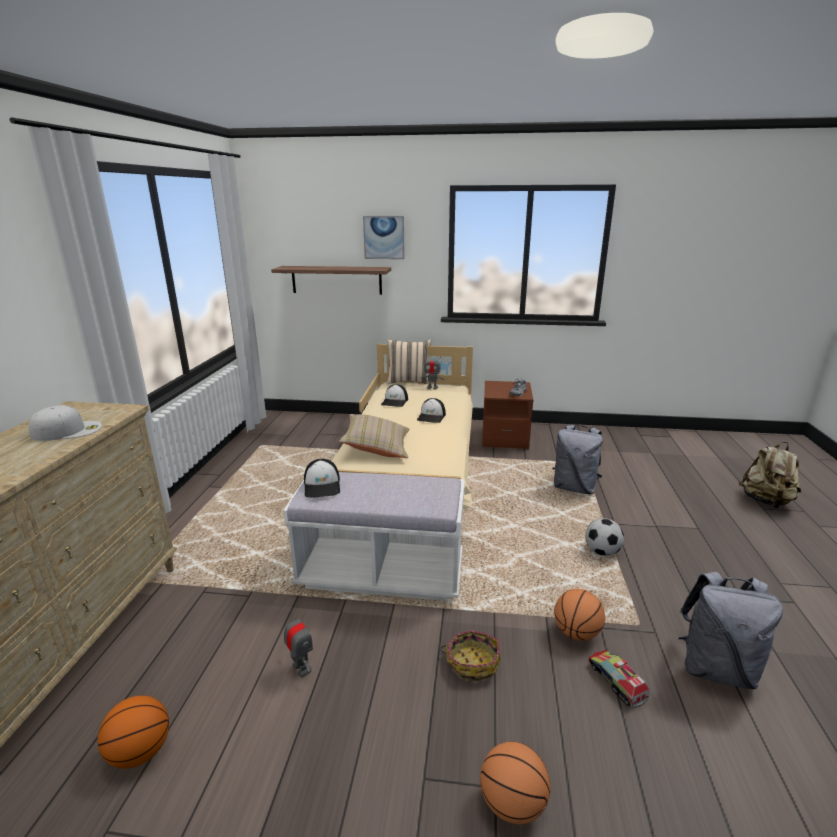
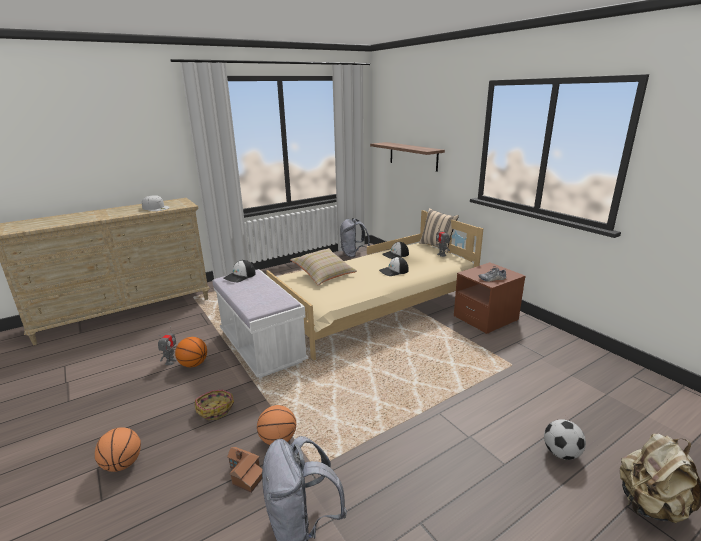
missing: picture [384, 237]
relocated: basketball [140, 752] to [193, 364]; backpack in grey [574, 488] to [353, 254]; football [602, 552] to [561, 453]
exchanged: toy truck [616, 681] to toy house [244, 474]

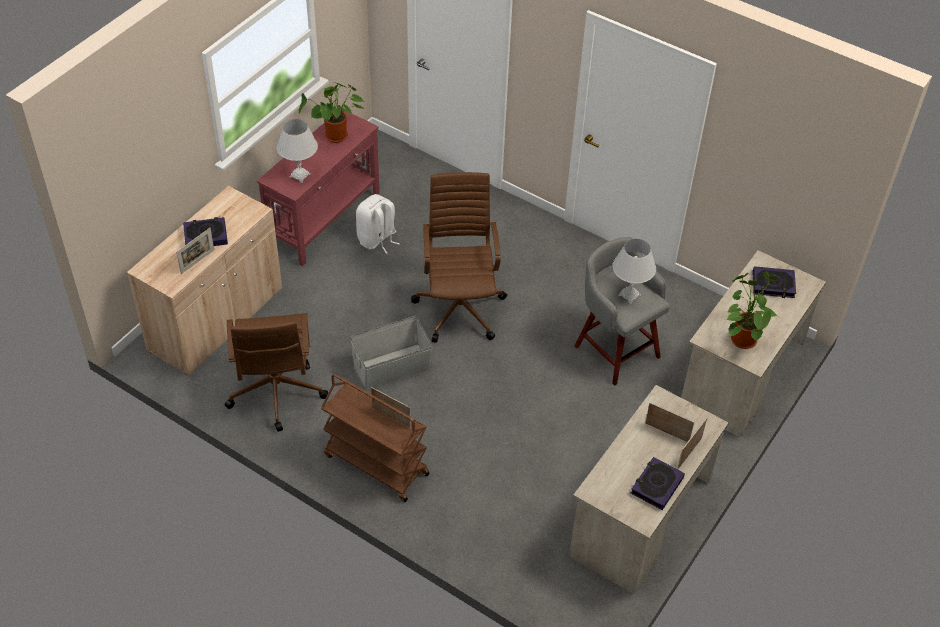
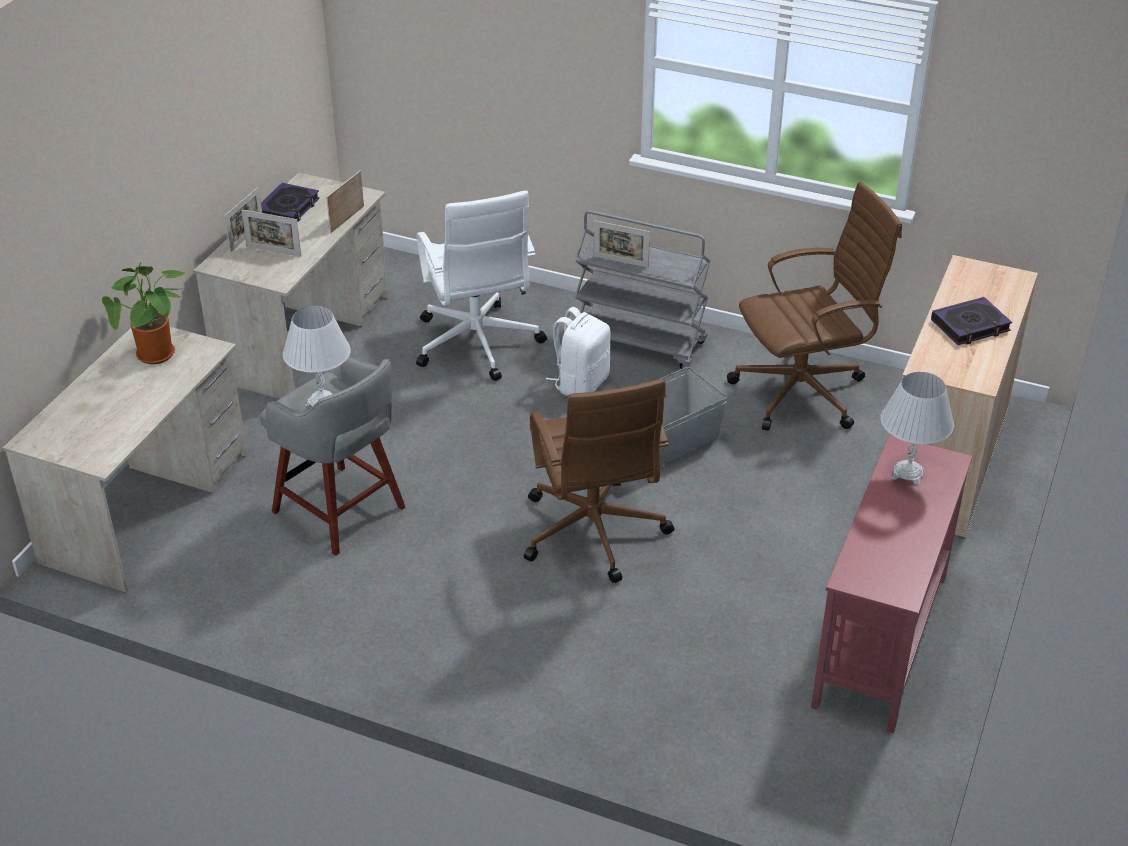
missing: potted plant [335, 138]; book [773, 285]
appeared: office chair in white [477, 345]
relocated: picture frame [197, 261] to [347, 219]; backpack in white [377, 239] to [580, 383]
colour: cart in brown [375, 464] to cart in grey [640, 342]
spun: office chair in brown [276, 393] = [804, 392] 90 degrees clockwise

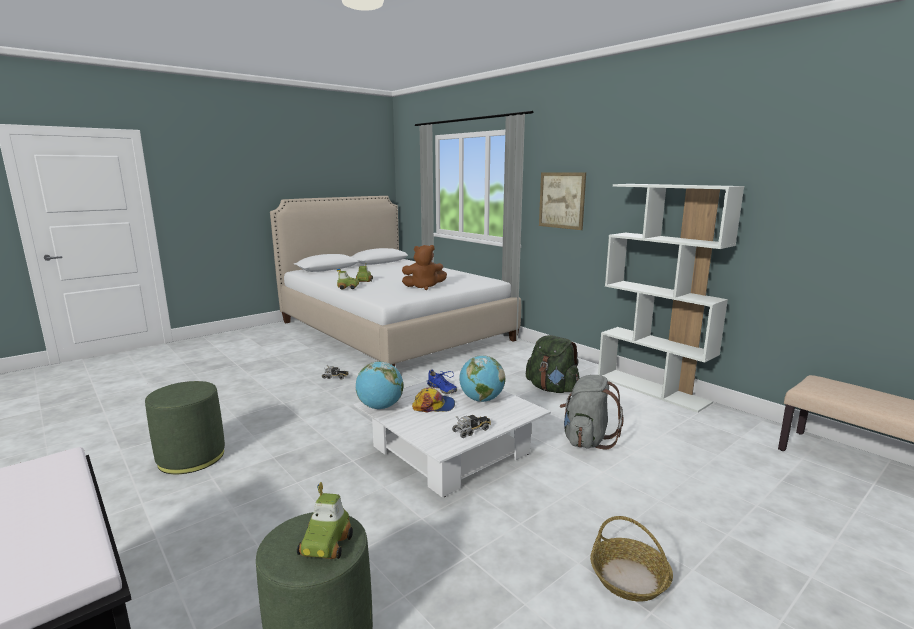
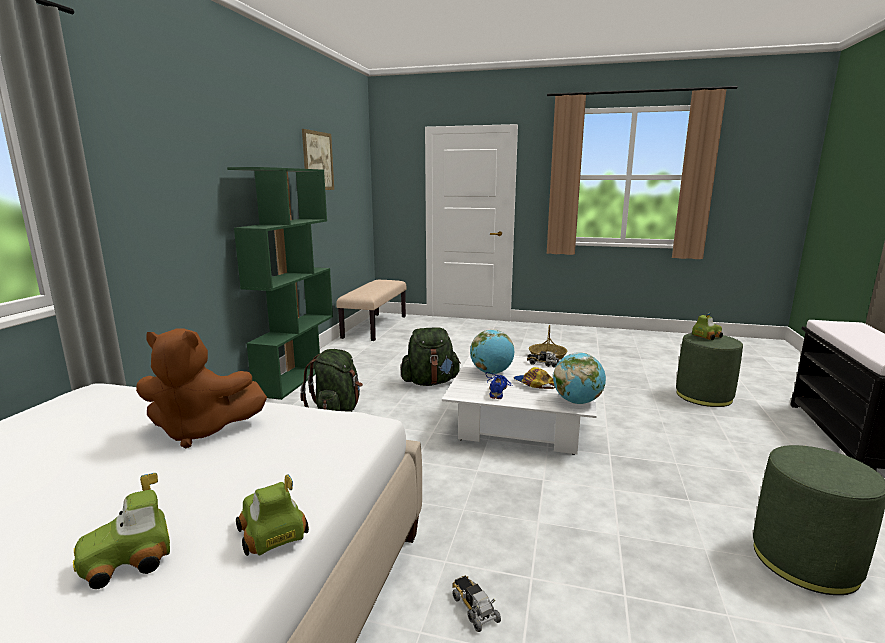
relocated: picture [562, 200] to [318, 161]
colour: bookcase in white [652, 389] to bookcase in green [297, 376]; backpack in grey [586, 440] to backpack in green [430, 382]
spun: plush toy in brown [424, 287] = [201, 431] 135 degrees clockwise

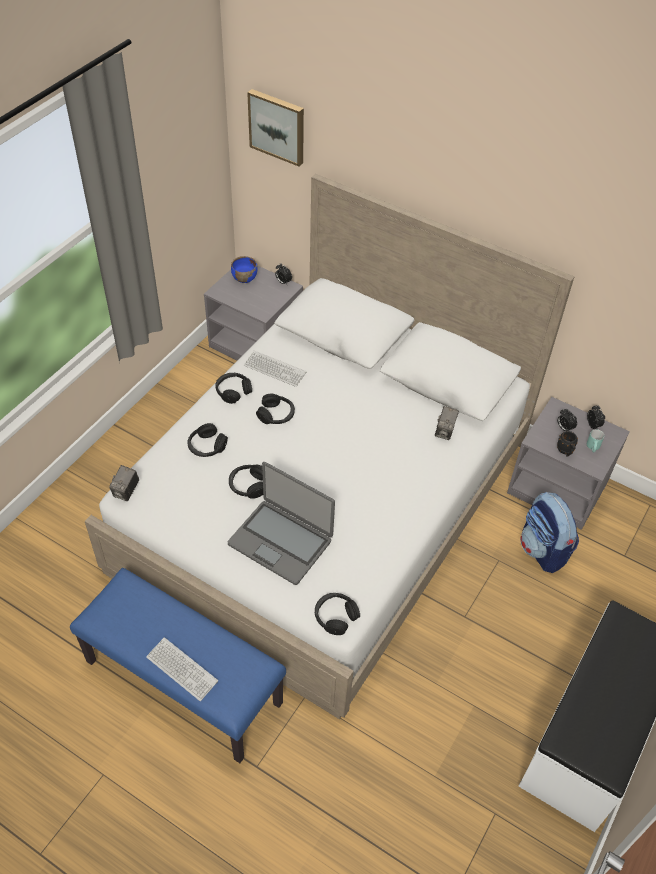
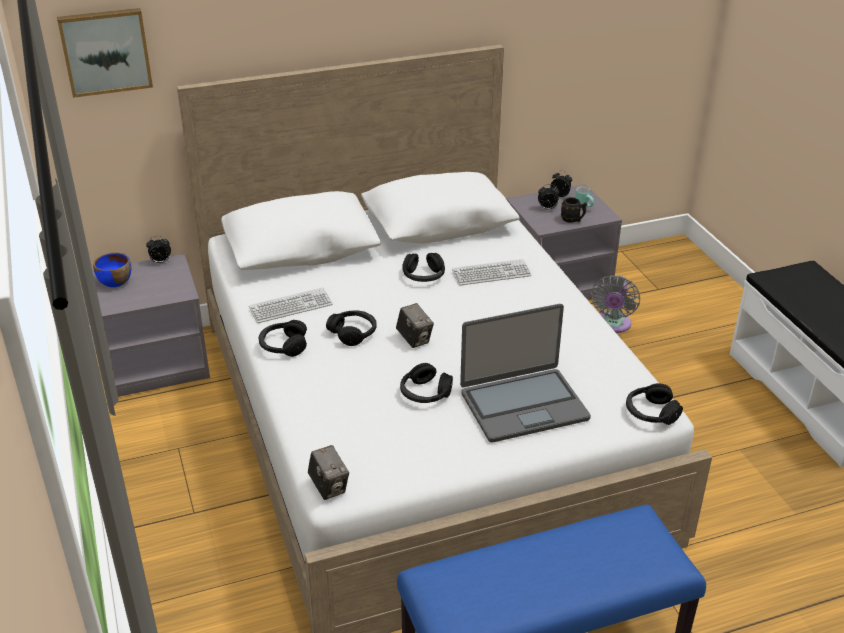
relocated: photo camera [445, 431] to [414, 339]; headphones in black [206, 446] to [423, 276]; keyboard [182, 669] to [491, 273]
exchanged: backpack [543, 550] to fan in grey [612, 325]

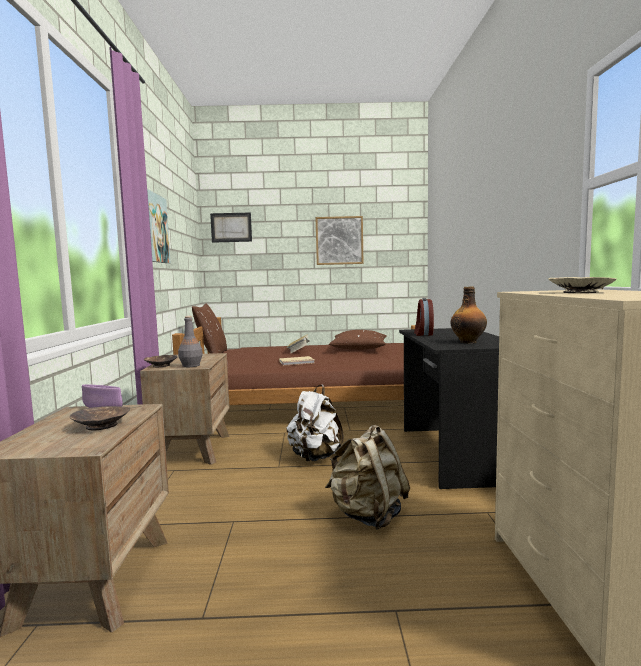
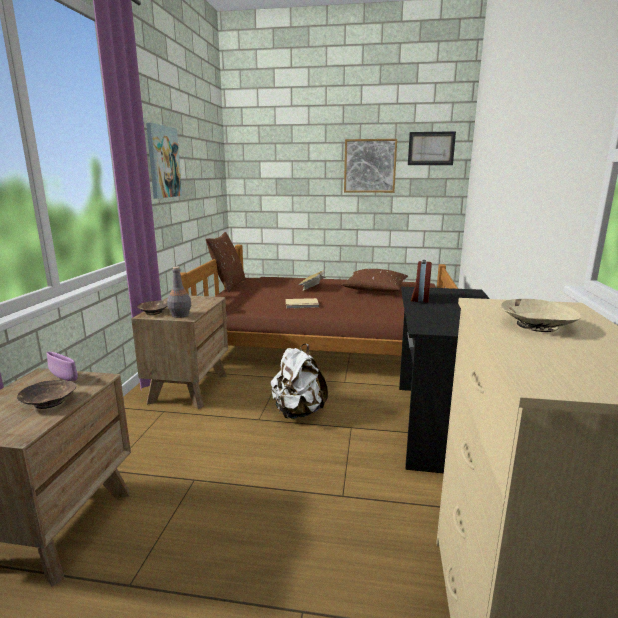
missing: backpack in beige [368, 515]; bottle [468, 342]
relocated: picture [231, 227] to [431, 148]

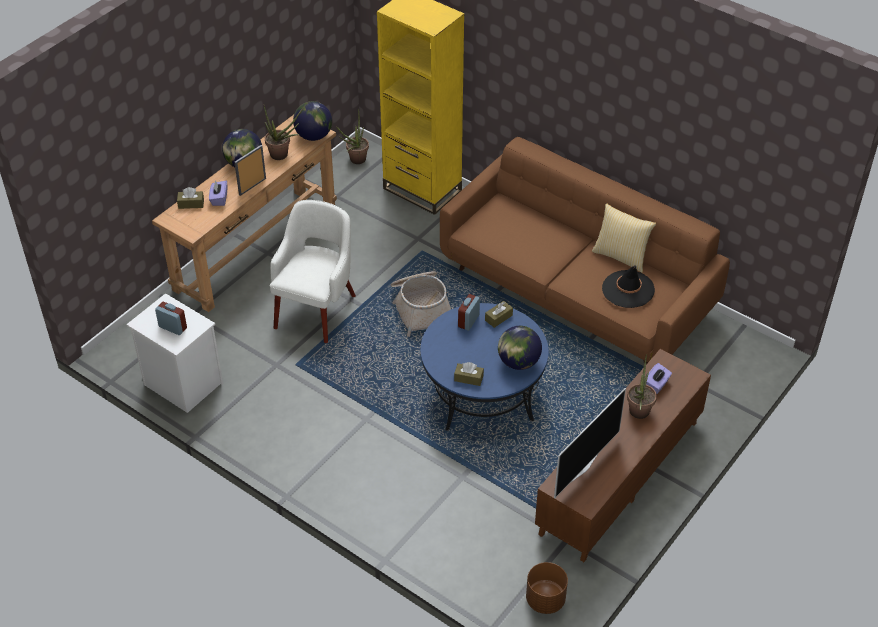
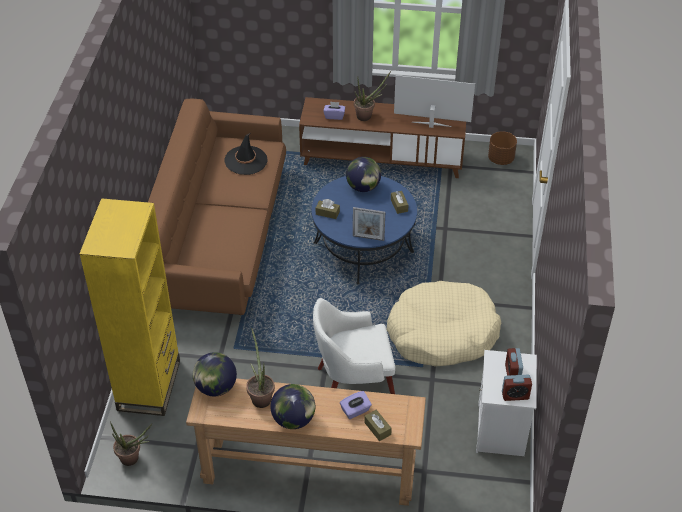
missing: basket [421, 307]; pillow [621, 256]
appeared: dog bed in beige [442, 333]
relocated: picture frame [252, 186] to [368, 238]; alarm clock [468, 321] to [515, 395]

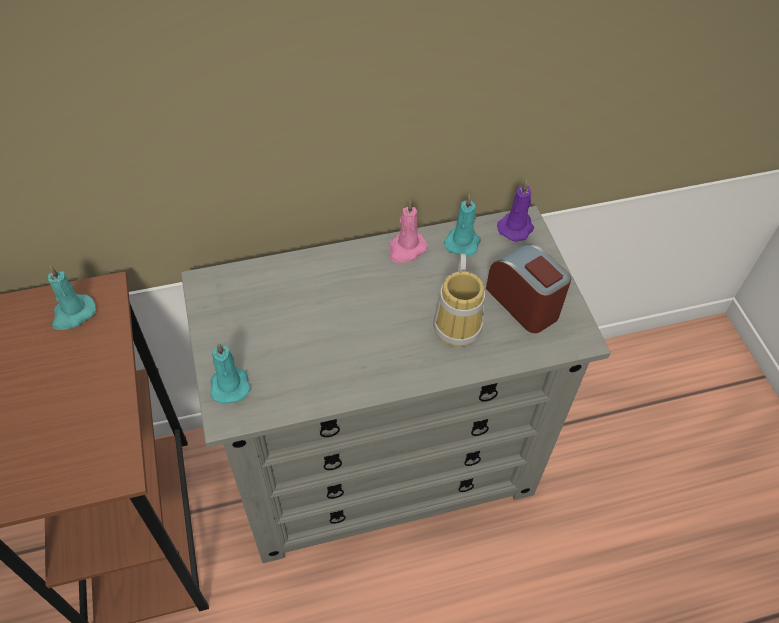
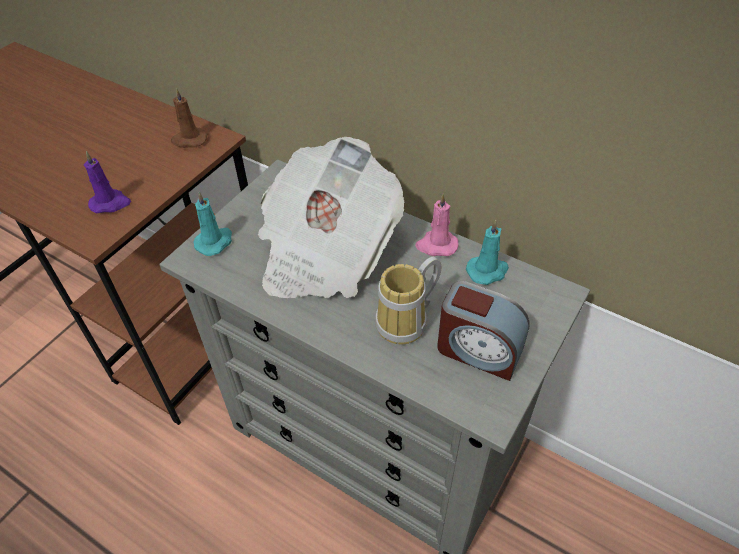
appeared: newspaper [325, 251]
relocated: candle in purple [516, 227] to [110, 203]
colour: candle in turquoise [73, 314] to candle in brown [189, 140]
spun: alarm clock [524, 303] = [478, 350] 105 degrees clockwise

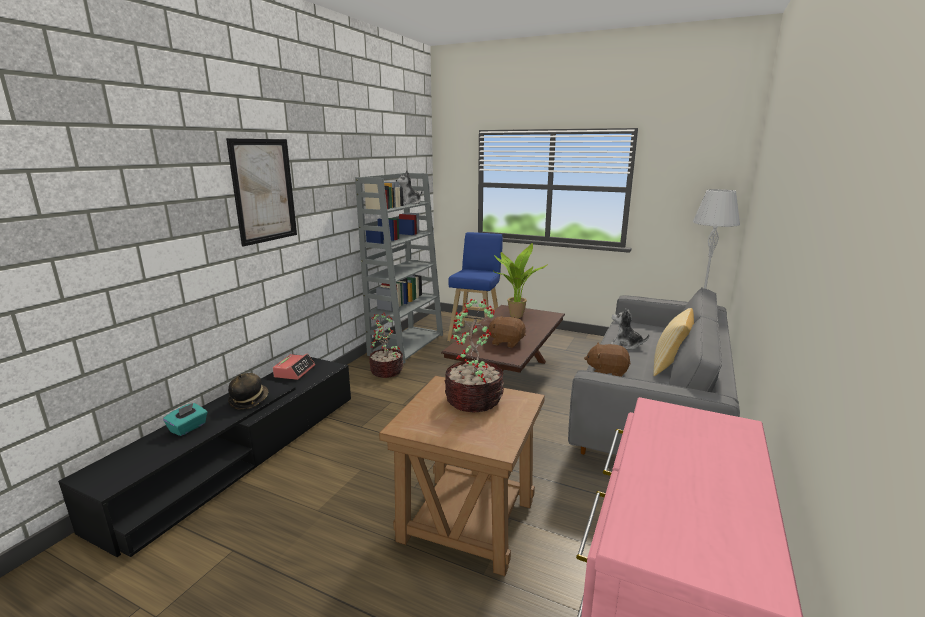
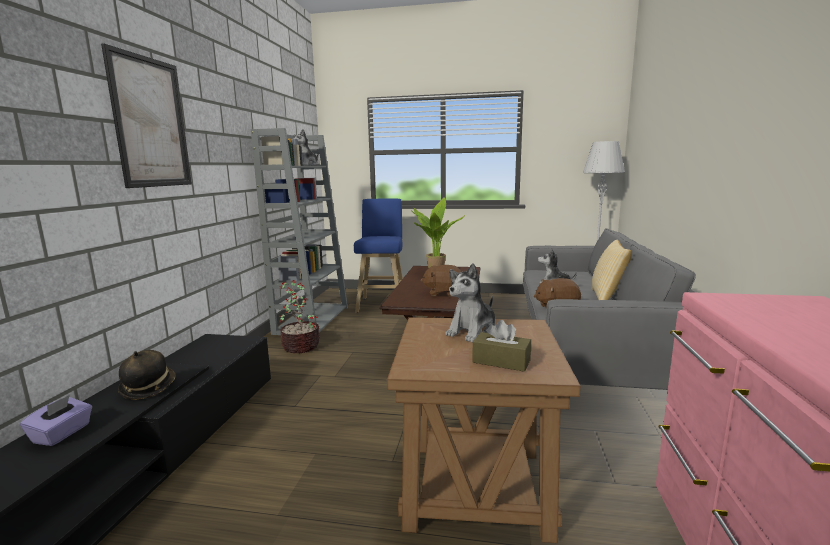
missing: alarm clock [294, 371]
appeared: tissue box in brown [501, 361]
exchanged: potted plant [473, 399] to plush toy [473, 332]
colour: tissue box in turquoise [188, 428] to tissue box in purple [62, 434]

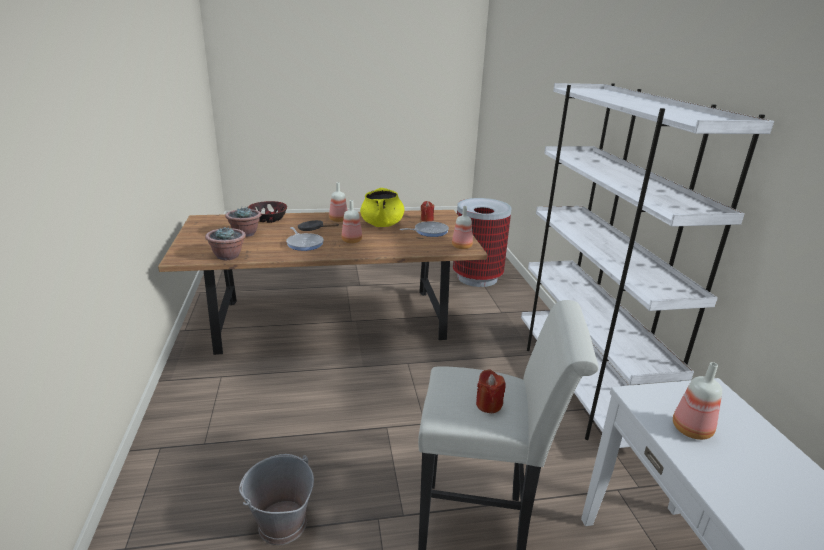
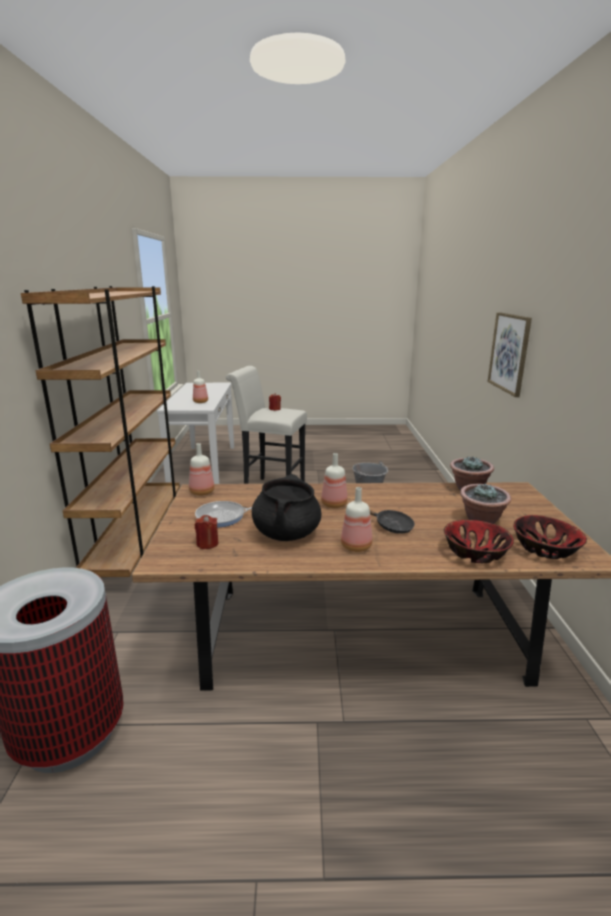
missing: frying pan [304, 243]
appeared: picture [509, 353]; bowl [545, 549]
colour: bookcase in white [580, 387] to bookcase in brown [138, 540]; cooking pot in yellow [382, 224] to cooking pot in black [286, 533]

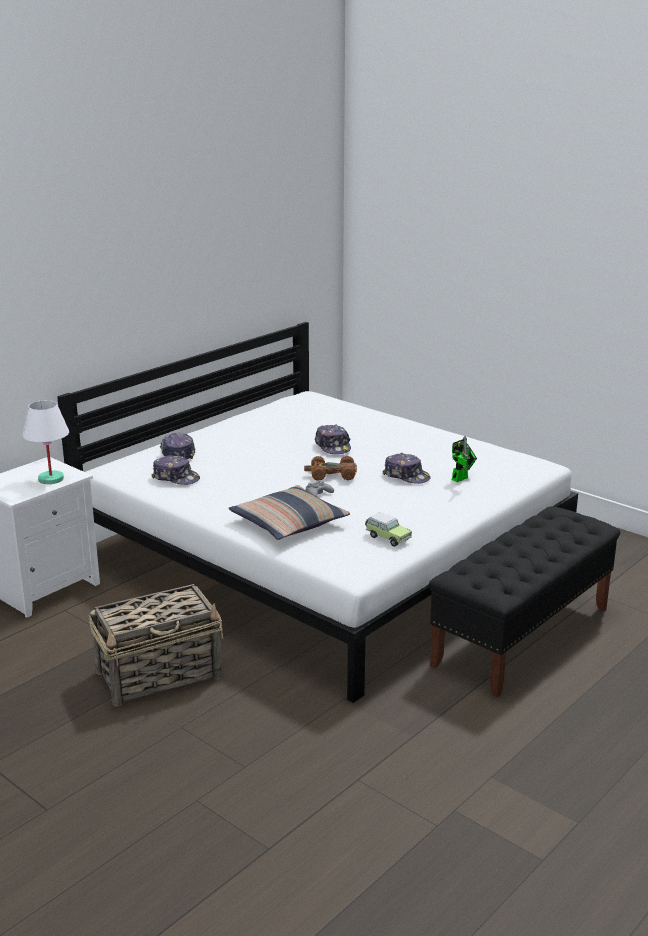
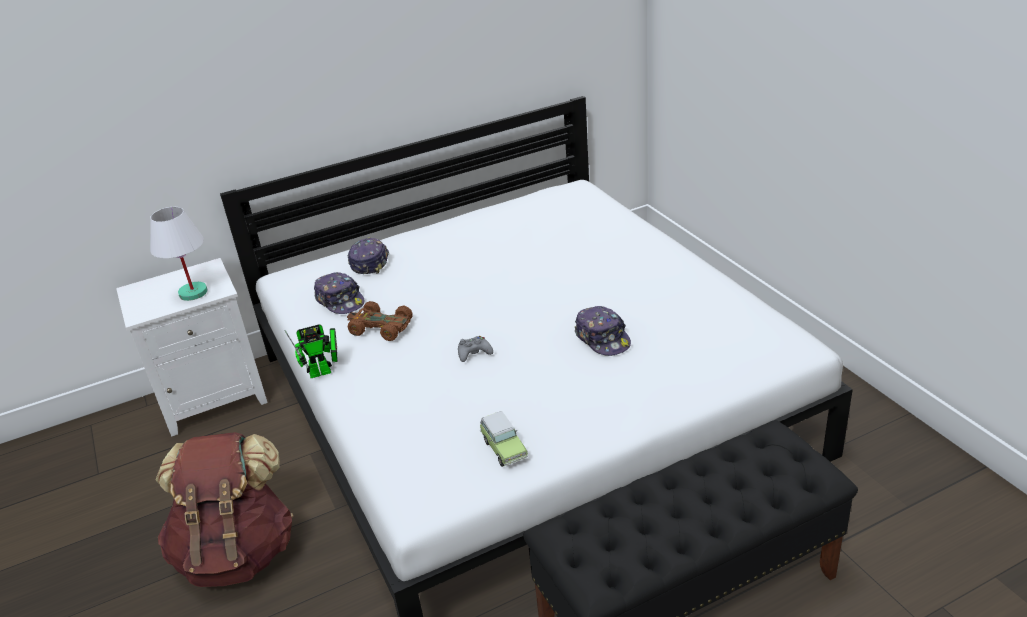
missing: pillow [289, 523]; cap [333, 446]
relocated: toy robot [461, 478] to [324, 371]; toy car in brown [332, 474] to [380, 328]
exchanged: basket [160, 674] to backpack in brown [238, 553]

